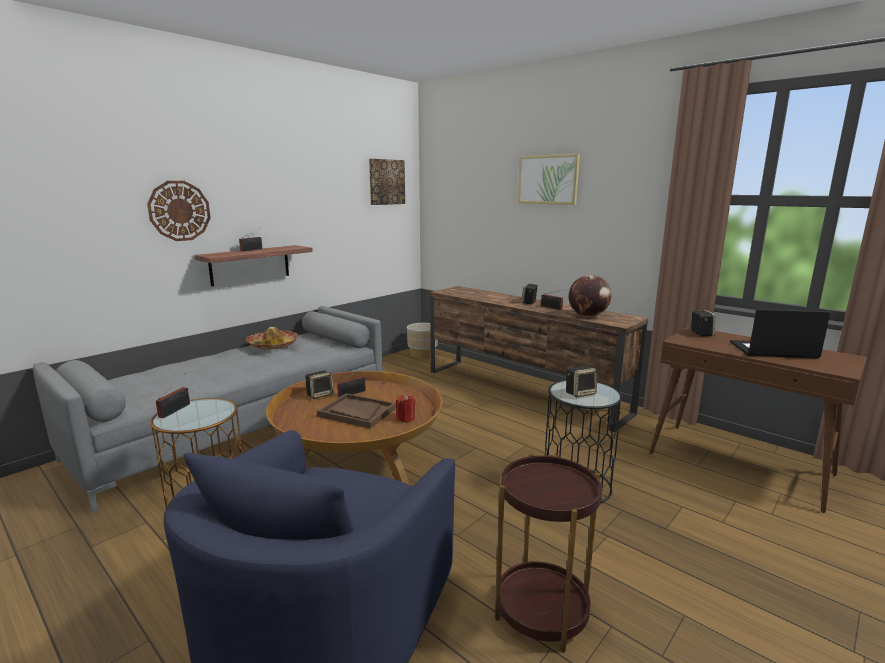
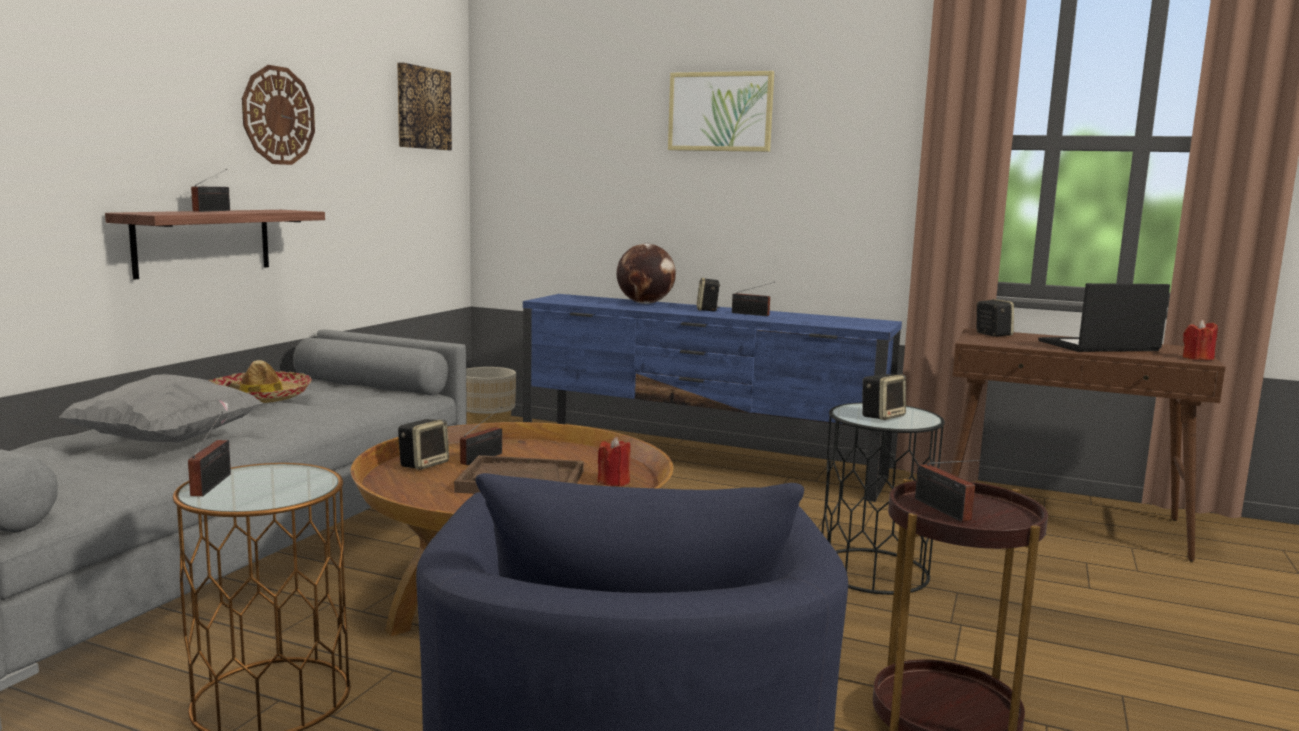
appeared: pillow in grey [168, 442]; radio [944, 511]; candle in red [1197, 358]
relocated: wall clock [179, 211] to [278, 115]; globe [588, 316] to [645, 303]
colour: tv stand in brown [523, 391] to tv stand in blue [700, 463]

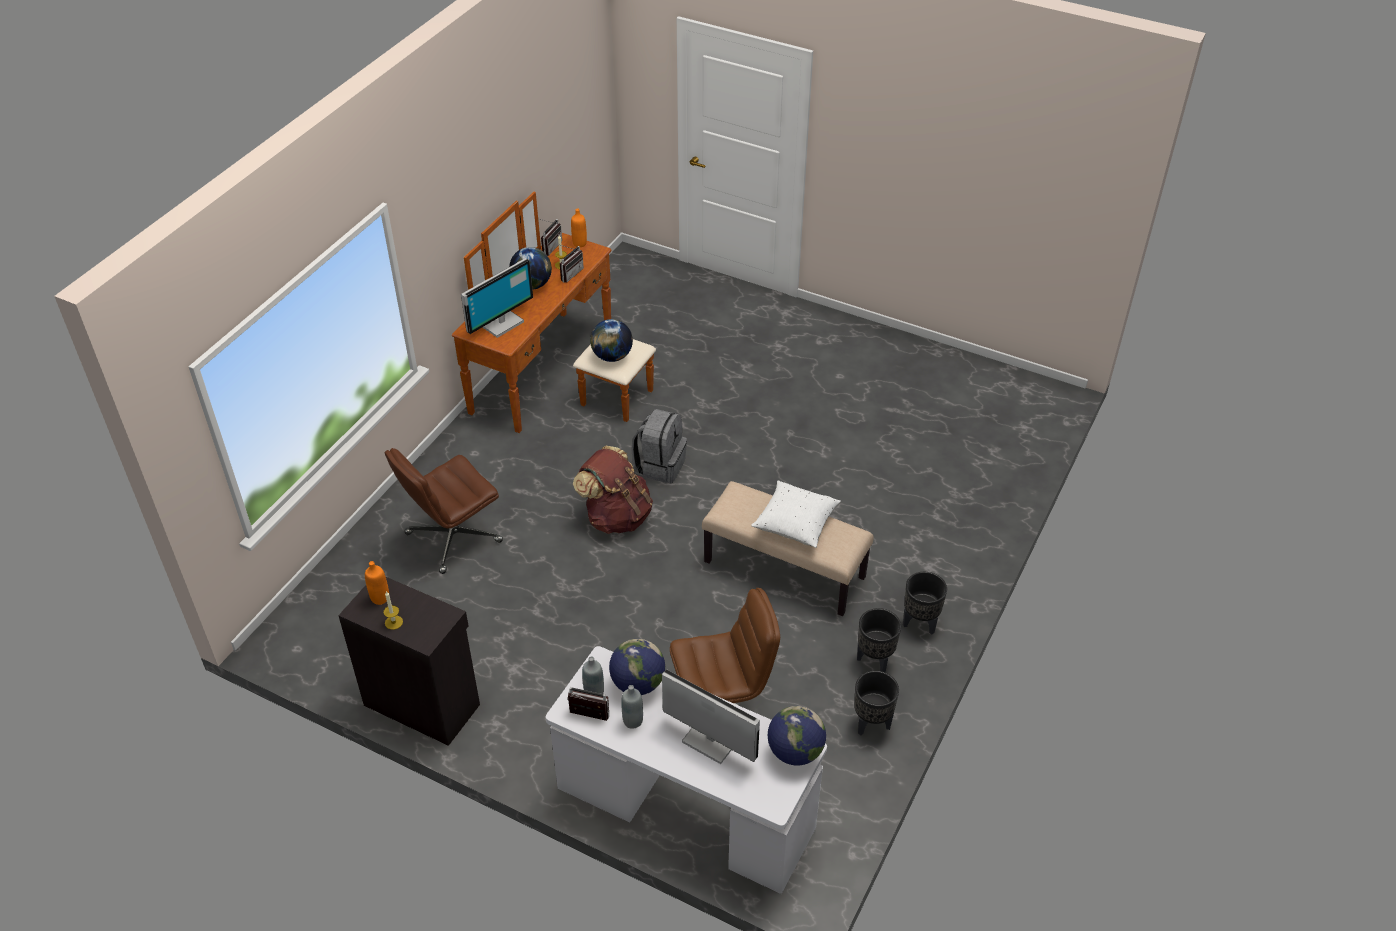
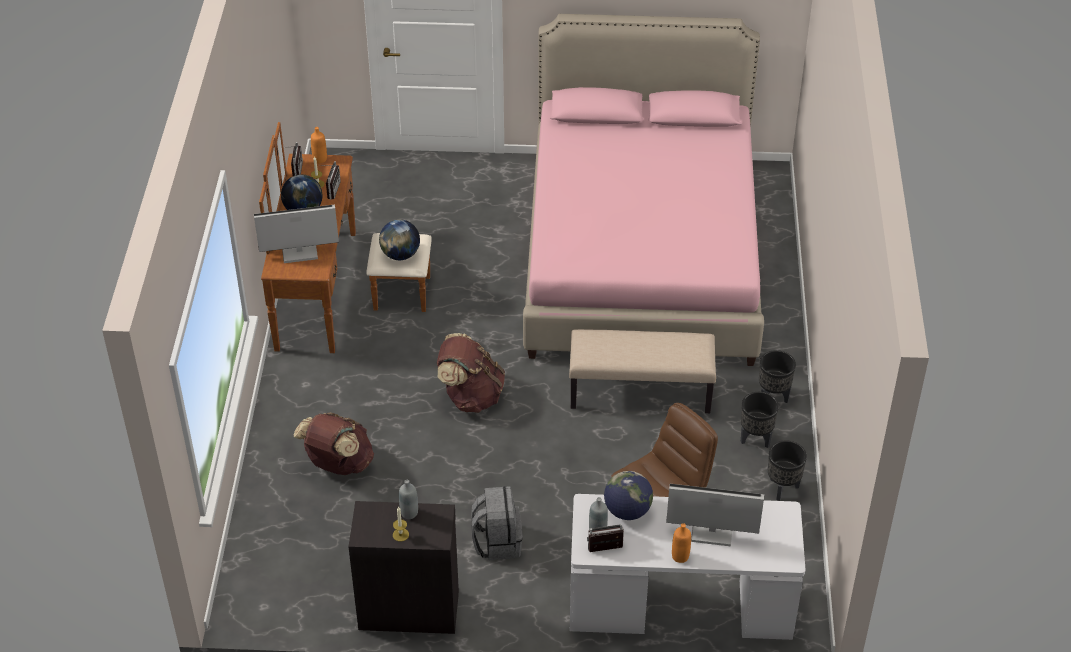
missing: pillow in white [795, 524]; globe [795, 752]
appeared: bed in pink [641, 255]
relocated: bottle in grey [633, 721] to [409, 513]; backpack in grey [660, 465] to [497, 542]; bottle in orange [380, 598] to [680, 556]
exchanged: office chair in brown [453, 538] to backpack in brown [338, 464]
spun: monitor [501, 323] = [300, 253] 120 degrees counterclockwise

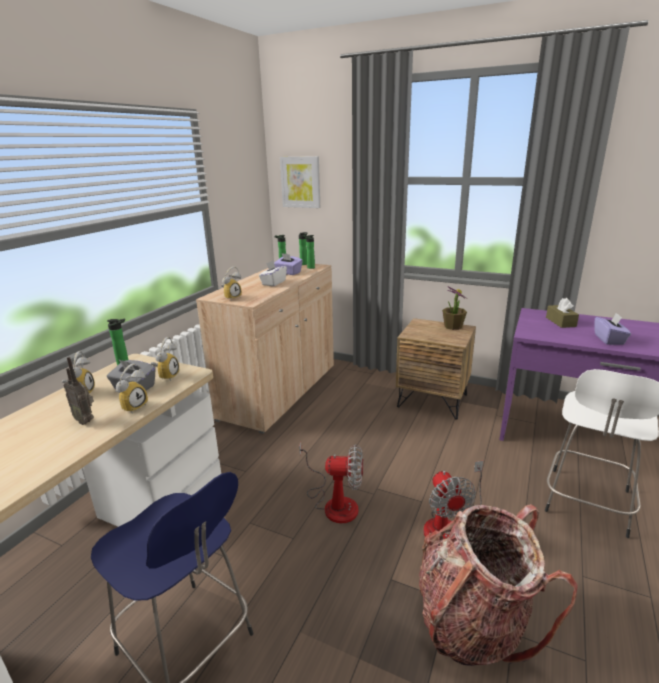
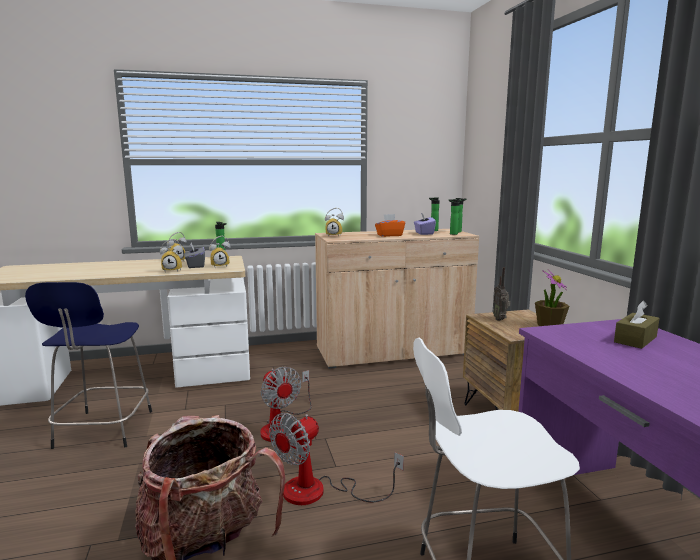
missing: picture [301, 182]; tissue box in purple [609, 339]
relocated: radio [85, 420] to [500, 319]
colour: tissue box in white [273, 283] to tissue box in orange [389, 235]

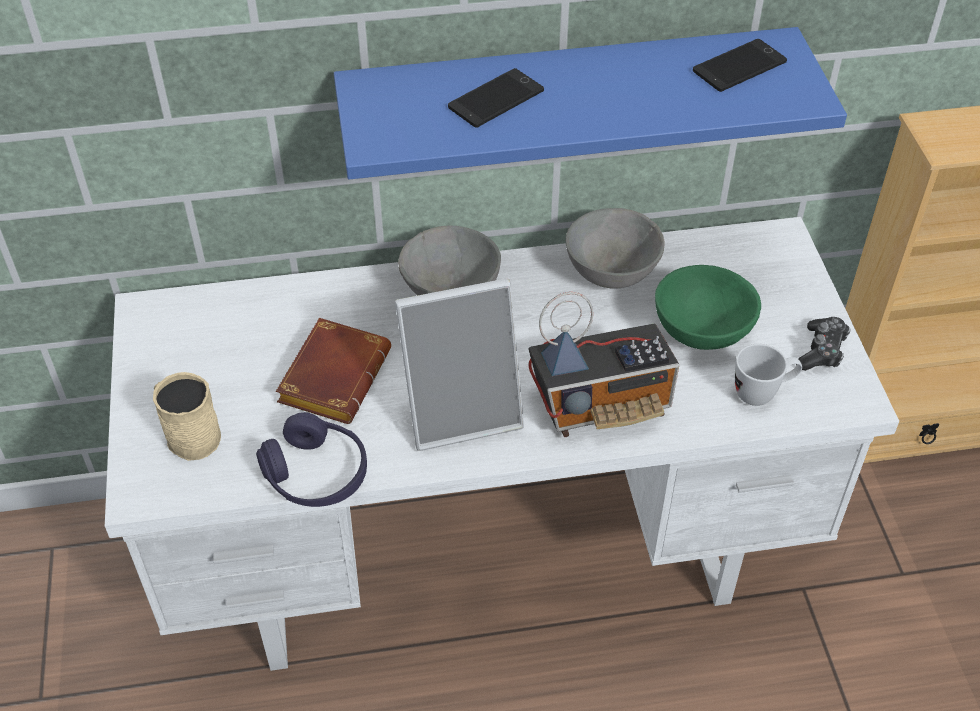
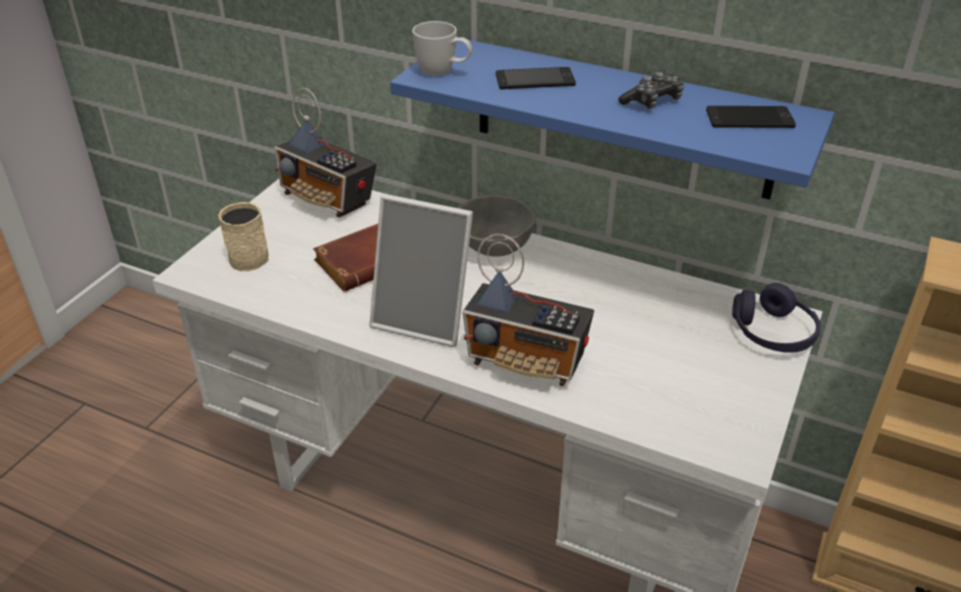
missing: bowl in grey [610, 272]; bowl in green [701, 331]
appeared: radio [328, 199]
relocated: mug in white [762, 393] to [443, 72]; game controller [822, 351] to [653, 101]; headphones in purple [316, 474] to [772, 332]

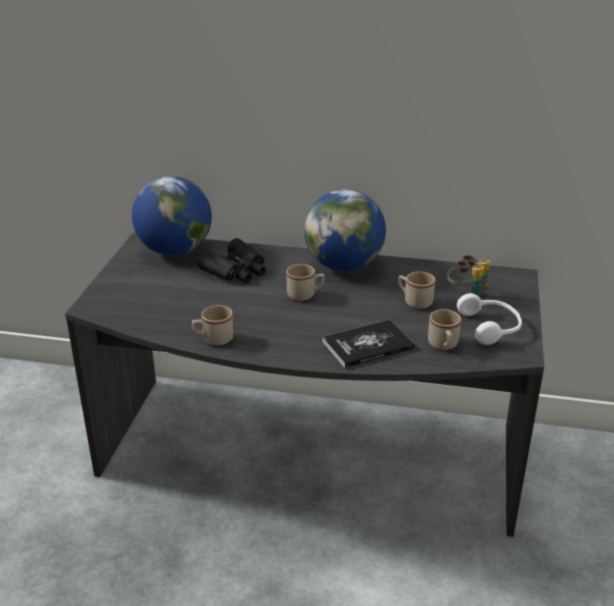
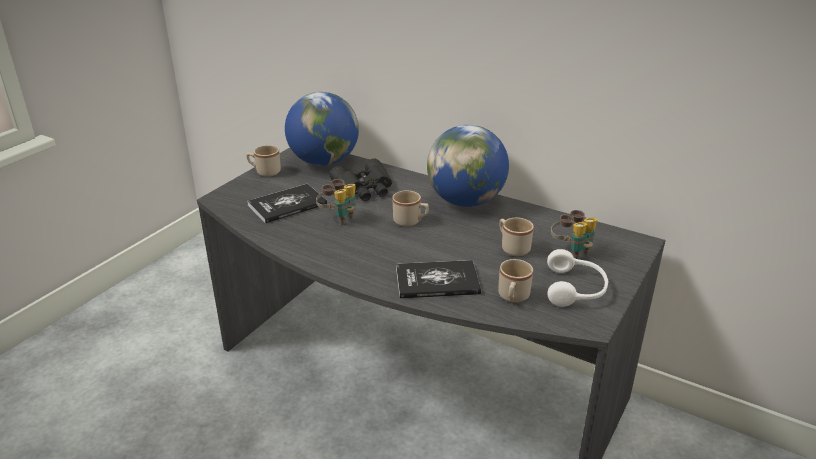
appeared: book [287, 205]; binoculars [338, 218]
relocated: mug in beige [213, 339] to [265, 172]

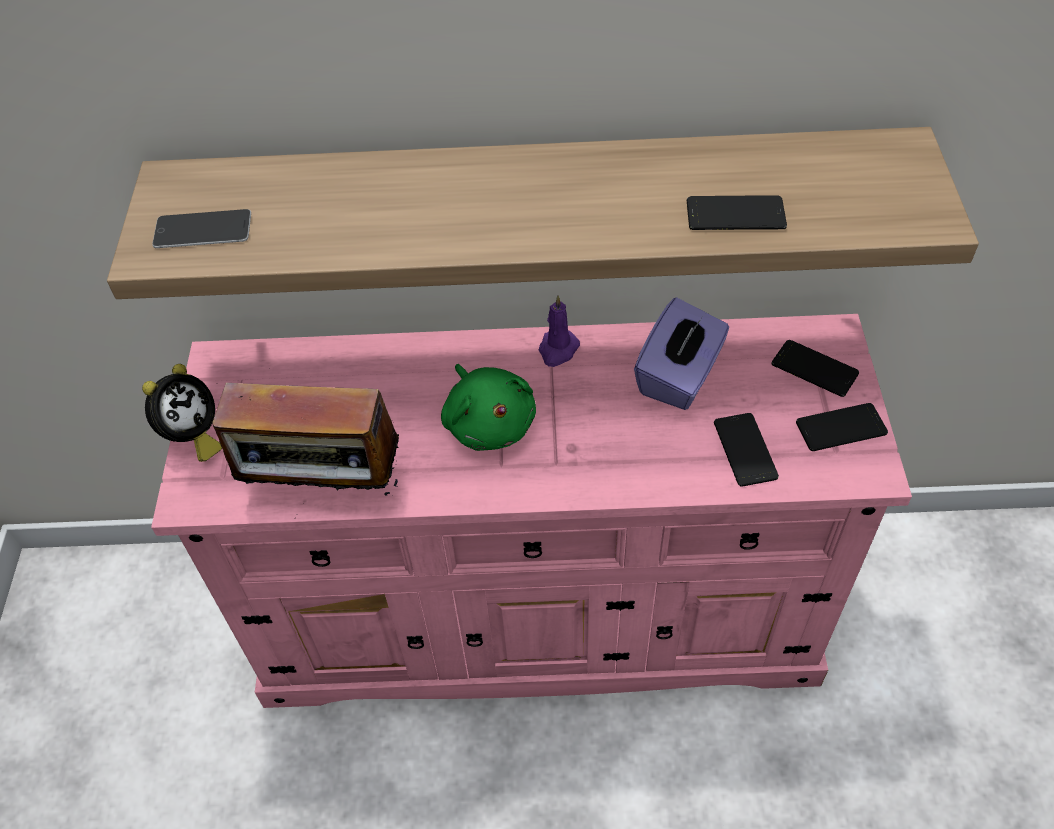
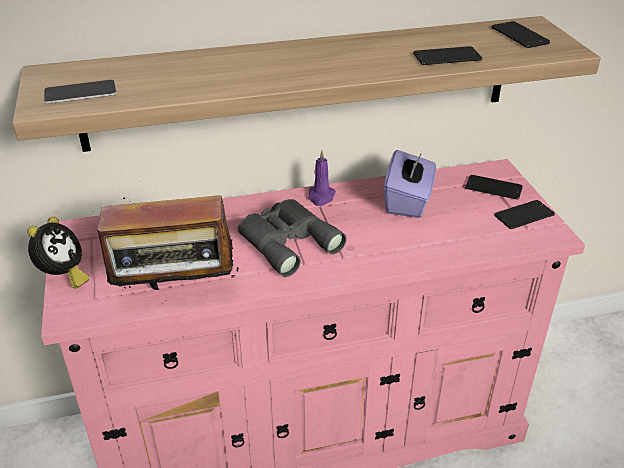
relocated: phone [745, 450] to [519, 35]
exchanged: plush toy in green [489, 422] to binoculars in grey [287, 241]

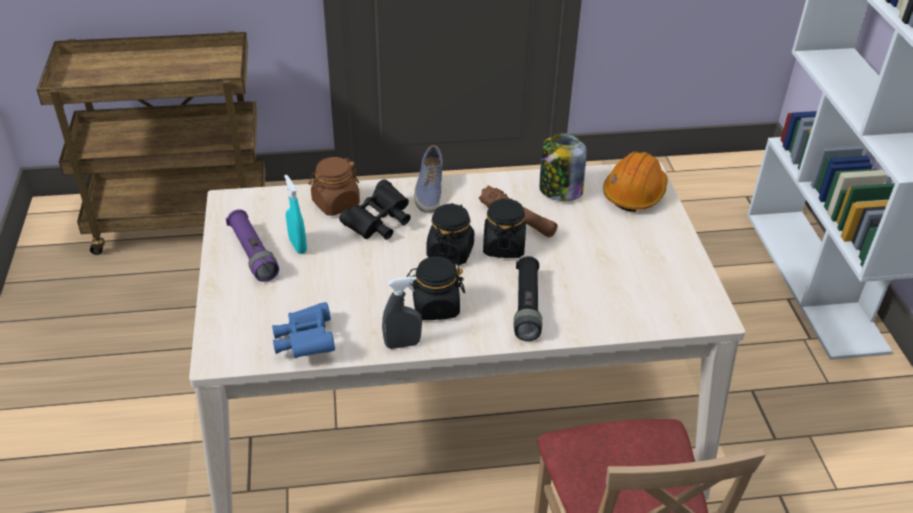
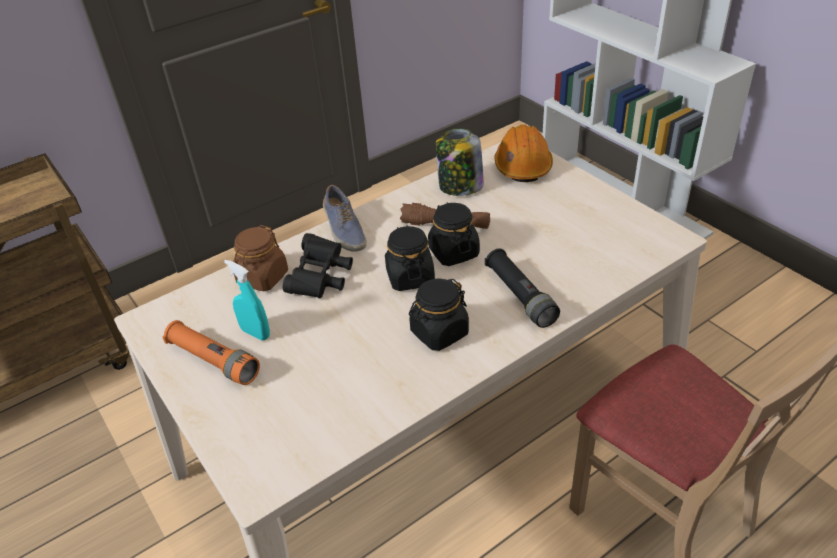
missing: binoculars in blue [305, 342]; spray bottle in grey [402, 344]
colour: flashlight in purple [253, 254] to flashlight in orange [213, 361]

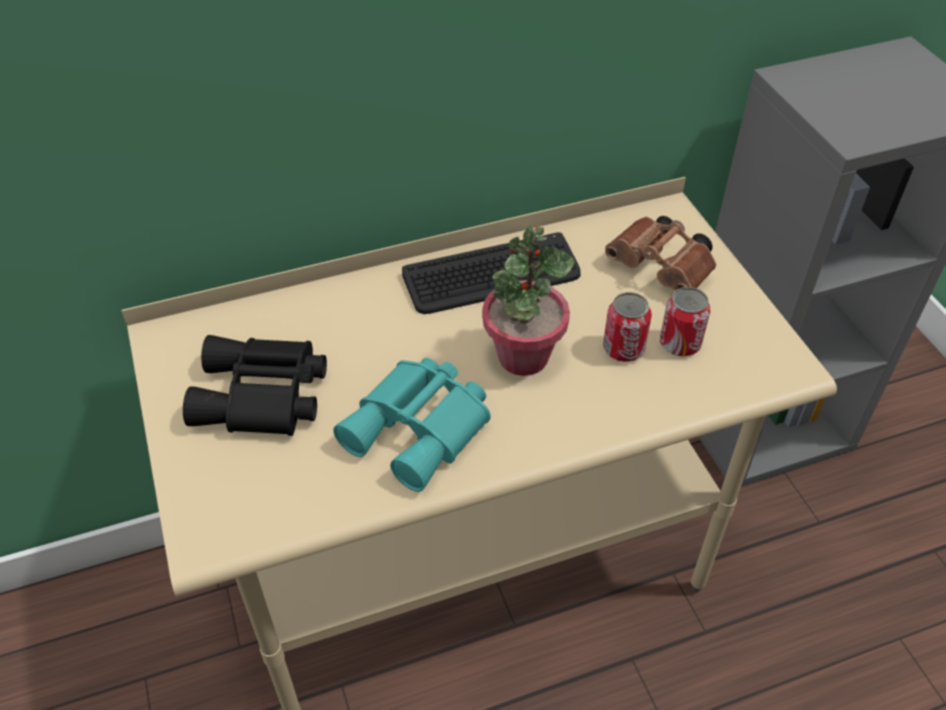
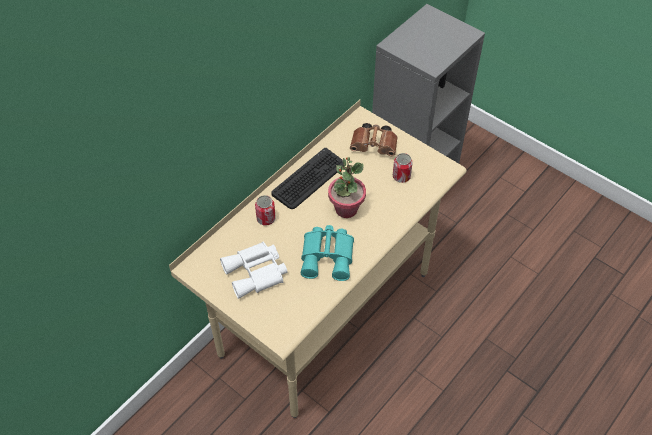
relocated: can [623, 349] to [266, 219]
colour: binoculars in black [263, 397] to binoculars in white [256, 273]

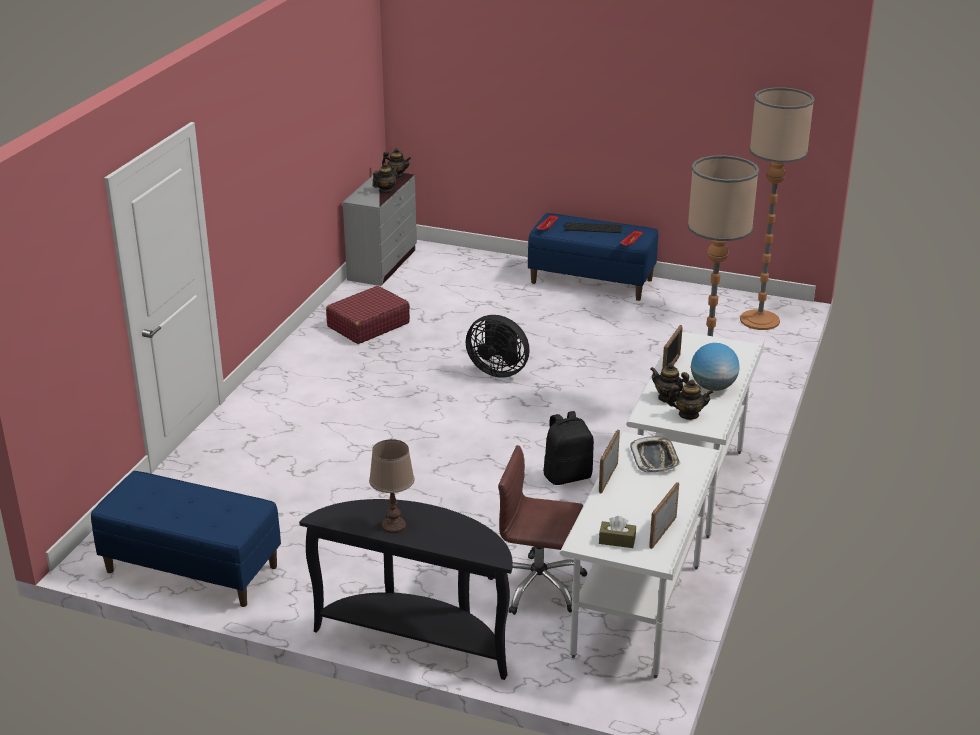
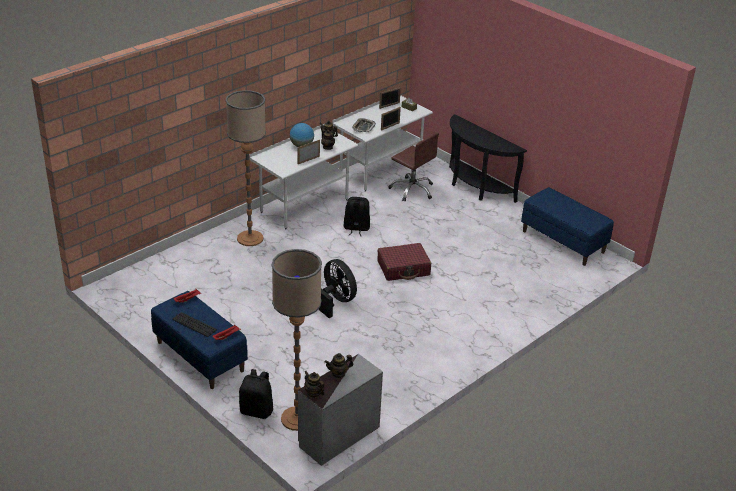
missing: table lamp in brown [393, 526]
appeared: backpack in black [257, 410]
relocated: floor lamp [759, 320] to [297, 418]; suitcase in red [368, 325] to [403, 268]

